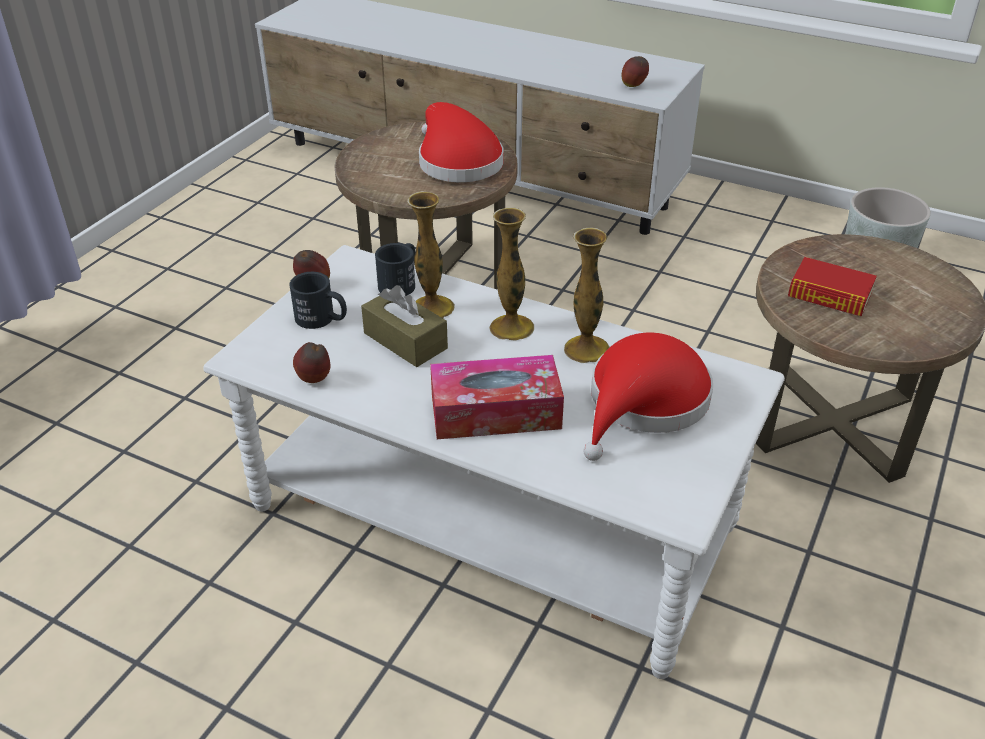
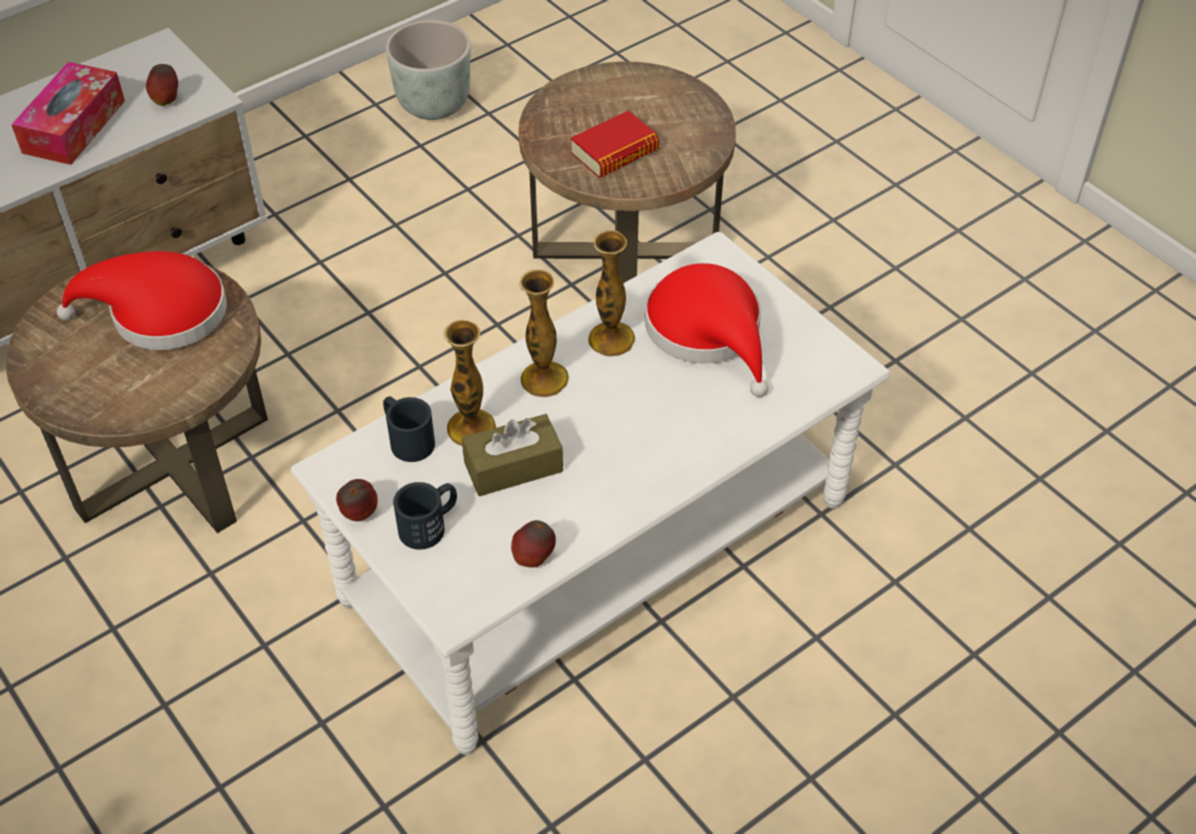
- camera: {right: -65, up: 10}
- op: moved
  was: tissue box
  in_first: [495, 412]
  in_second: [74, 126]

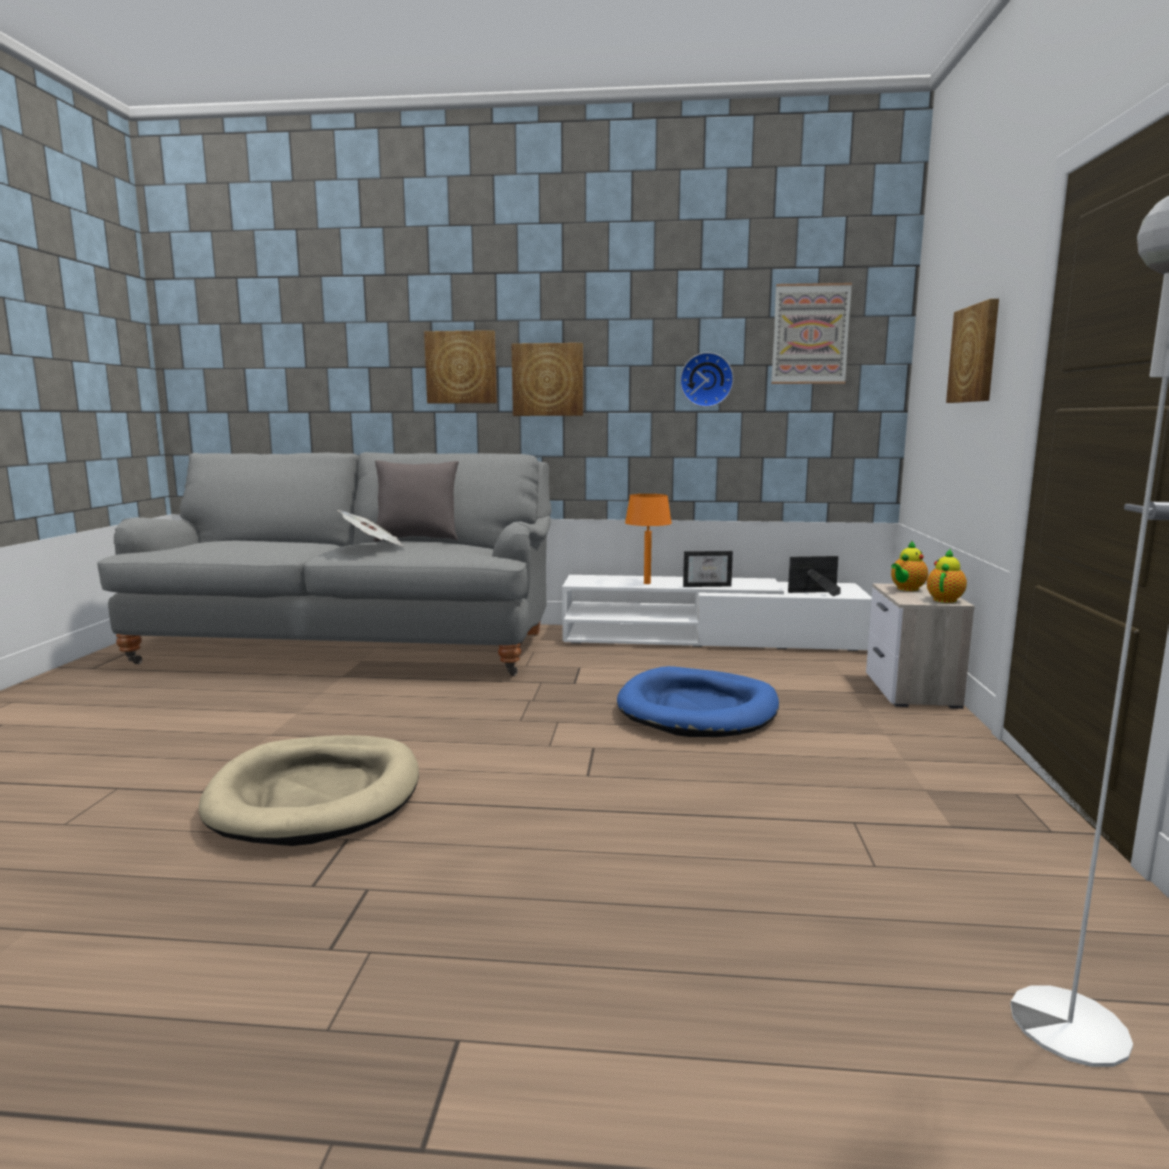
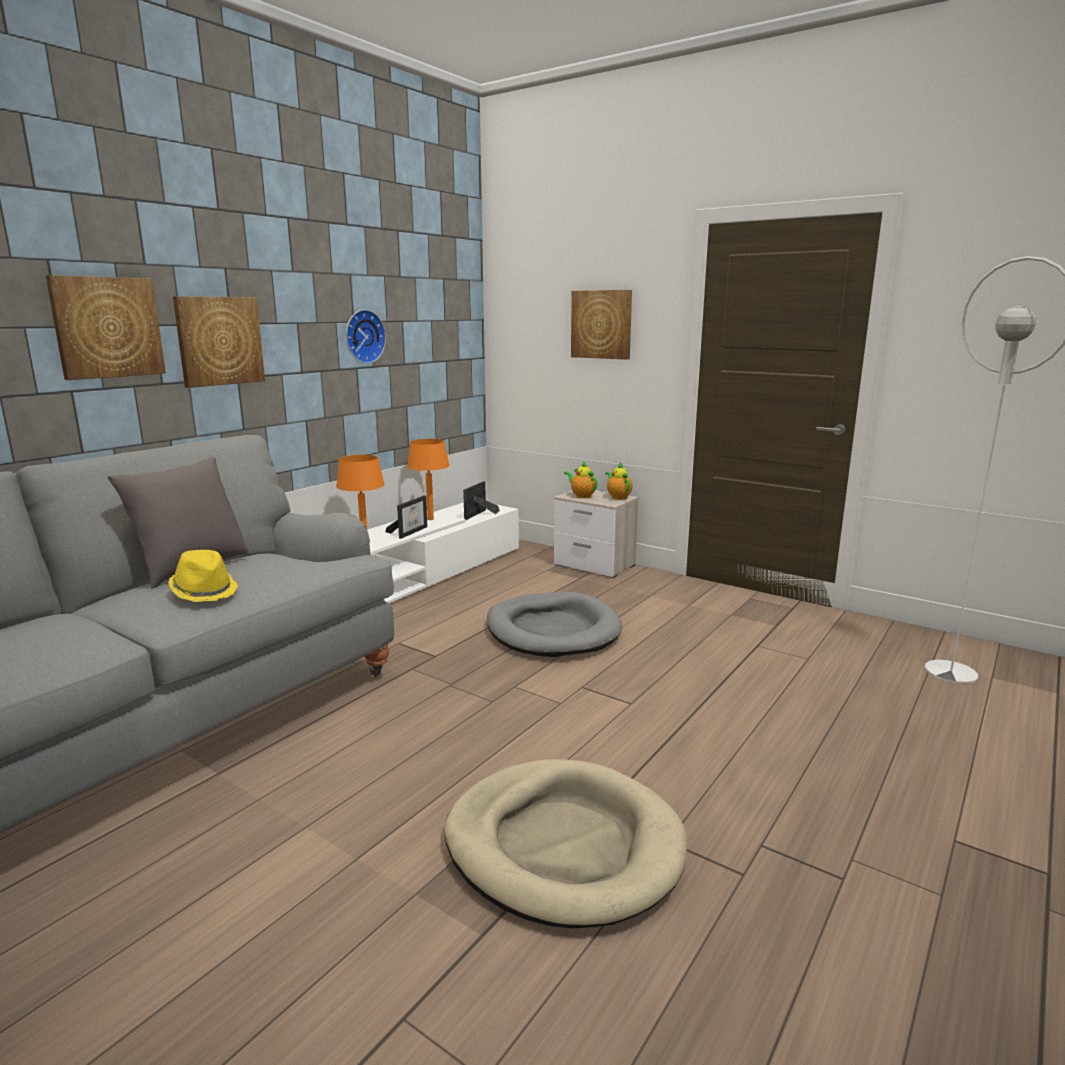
- camera: {right: -60, up: 5}
- op: removed
  was: picture
  in_first: [810, 334]
- op: replaced
  was: newspaper
  now: hat (yellow)
  in_first: [373, 546]
  in_second: [204, 591]
- op: turned
  was: teapot
  in_first: [906, 589]
  in_second: [581, 495]
  clockwise: 150
- op: recoloured
  was: dog bed (blue)
  now: dog bed (grey)
  in_first: [698, 710]
  in_second: [552, 630]
- op: added
  now: table lamp (orange)
  in_second: [431, 519]

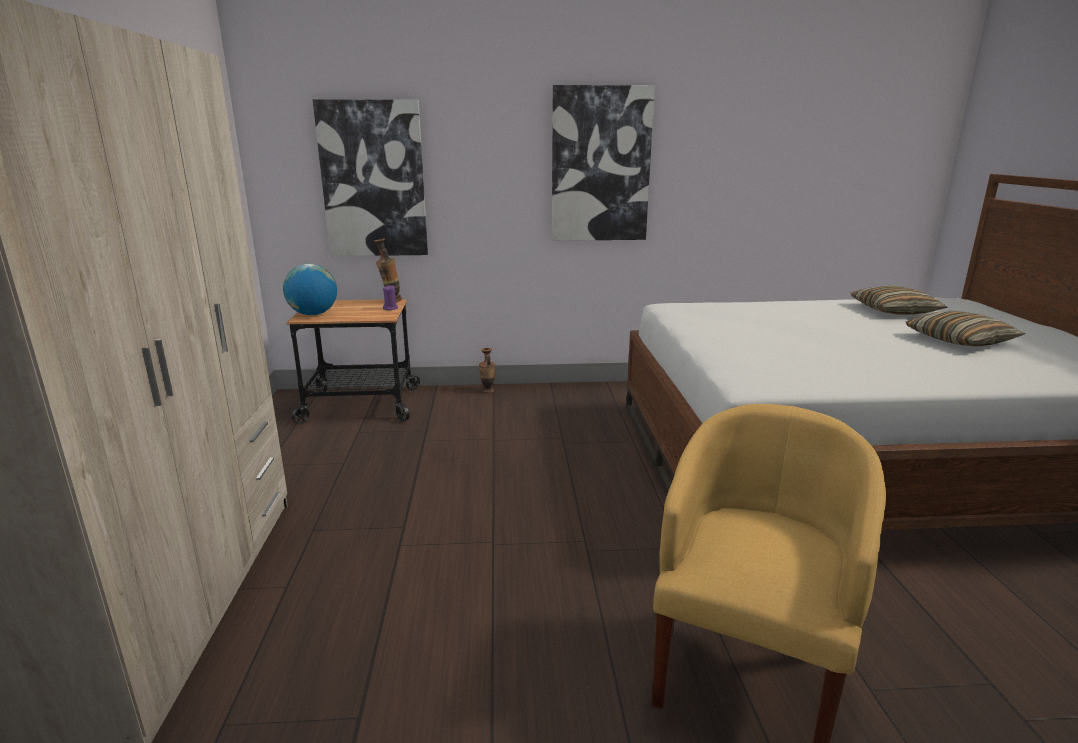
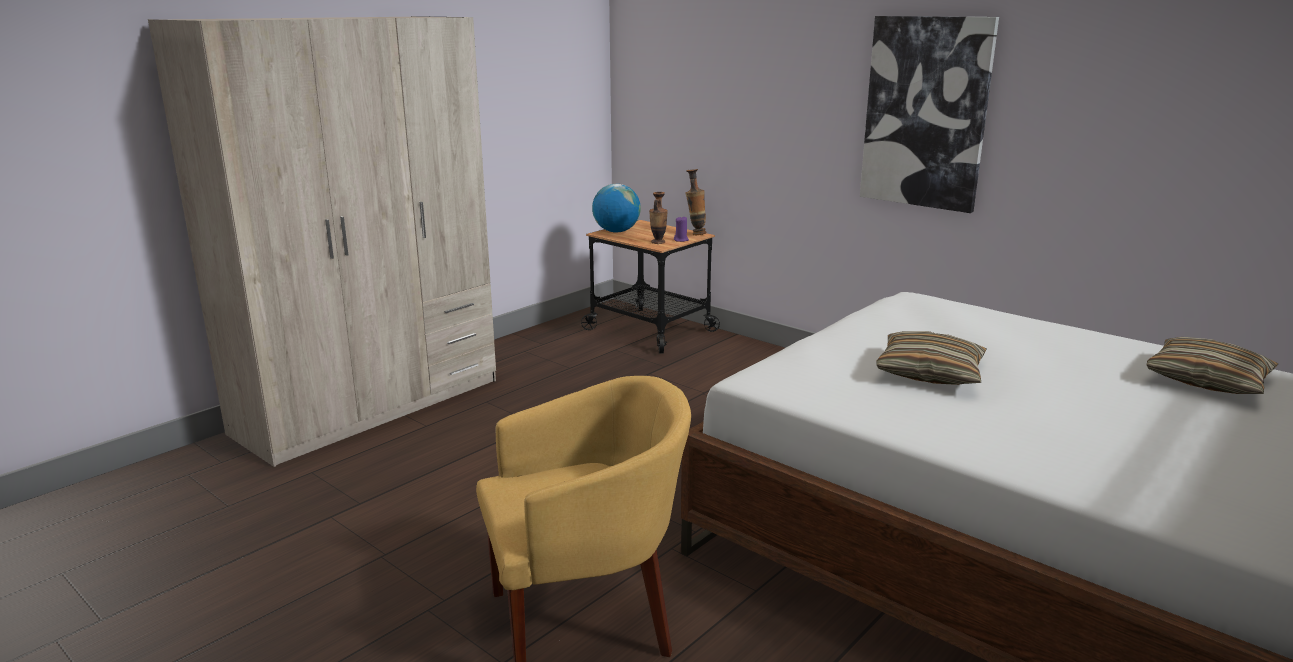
- camera: {right: 45, up: 0}
- op: removed
  was: picture
  in_first: [373, 180]
- op: moved
  was: pillow
  in_first: [959, 341]
  in_second: [929, 373]
- op: moved
  was: vase
  in_first: [487, 391]
  in_second: [658, 242]

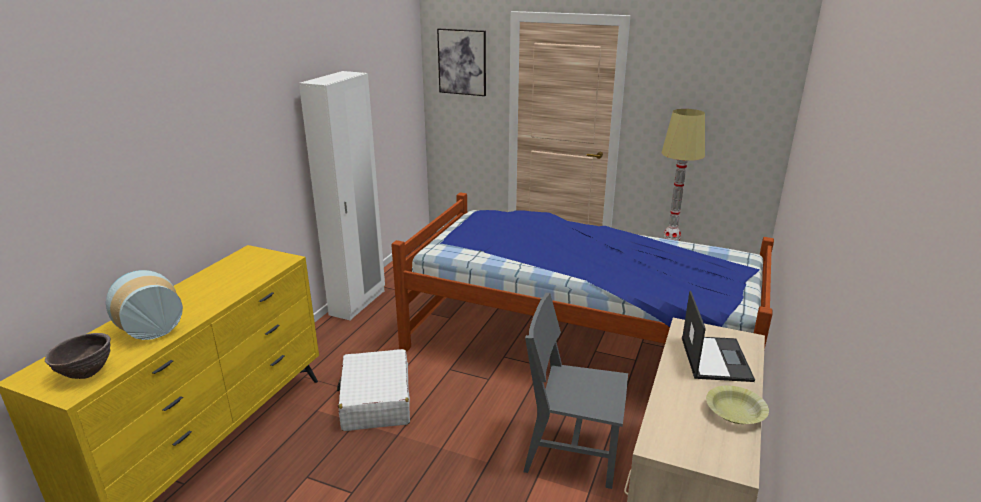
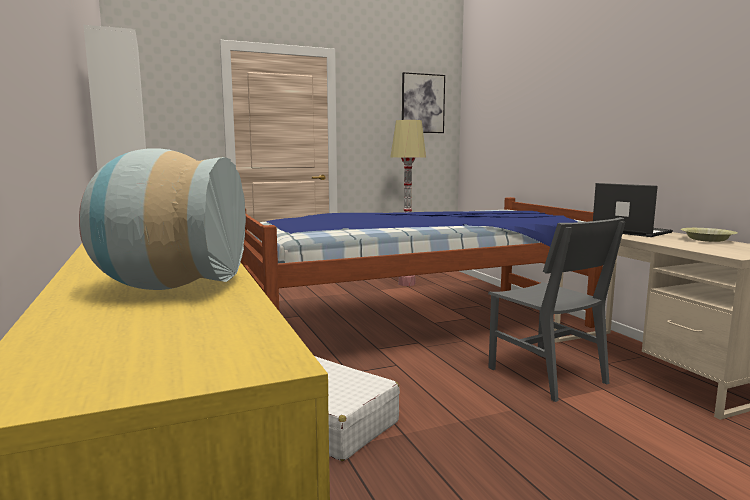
- camera: {right: -45, up: -15}
- op: moved
  was: picture
  in_first: [462, 62]
  in_second: [422, 103]
- op: turned
  was: chair (grey)
  in_first: [572, 453]
  in_second: [546, 375]
  clockwise: -90
- op: removed
  was: bowl (brown)
  in_first: [86, 374]

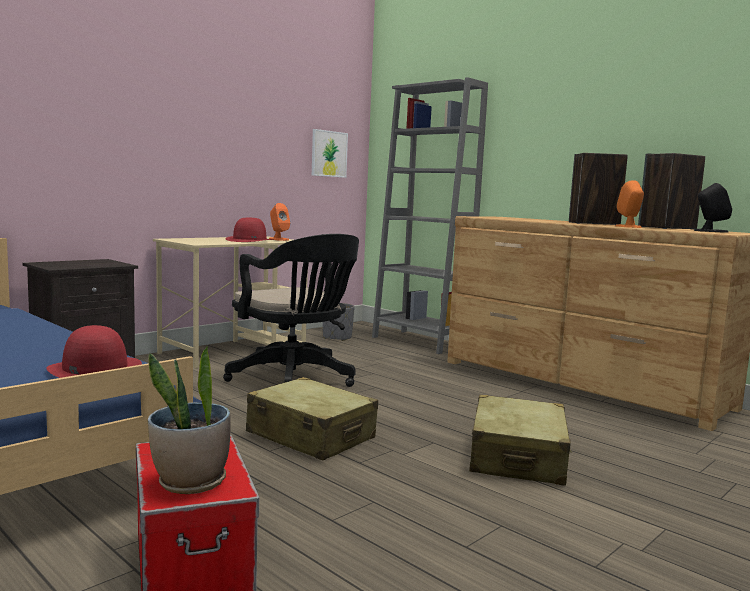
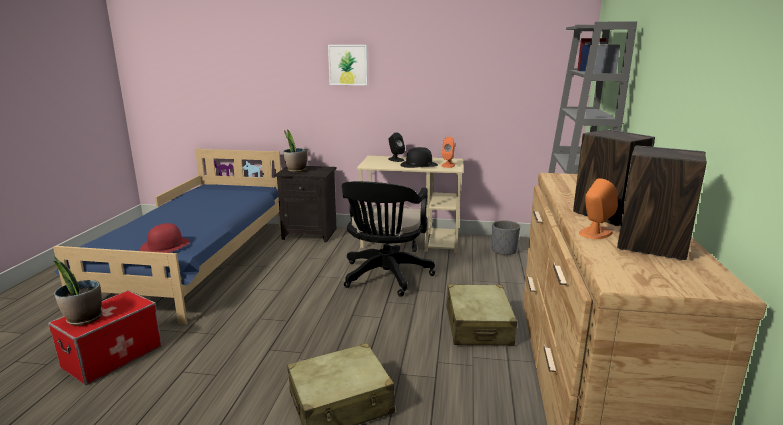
- camera: {right: 55, up: 10}
- op: moved
  was: picture
  in_first: [329, 154]
  in_second: [348, 65]
- op: moved
  was: speaker (black)
  in_first: [710, 231]
  in_second: [396, 159]
- op: recoloured
  was: hat (red)
  now: hat (black)
  in_first: [249, 240]
  in_second: [418, 164]
- op: moved
  was: suitcase (beige)
  in_first: [311, 436]
  in_second: [478, 326]
- op: added
  now: potted plant
  in_second: [296, 170]

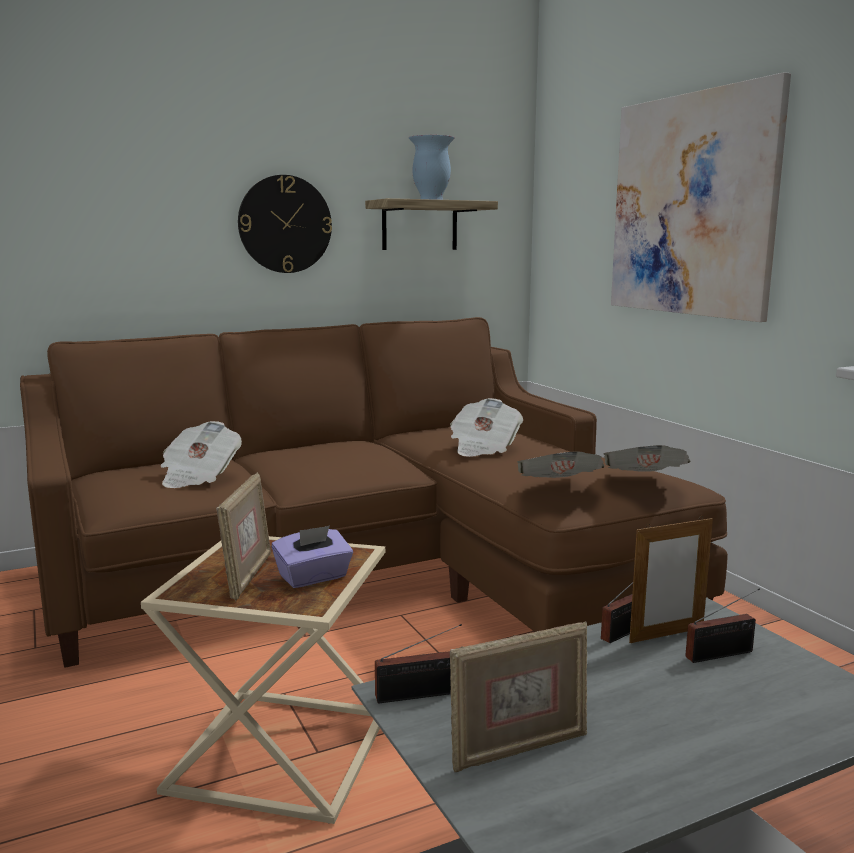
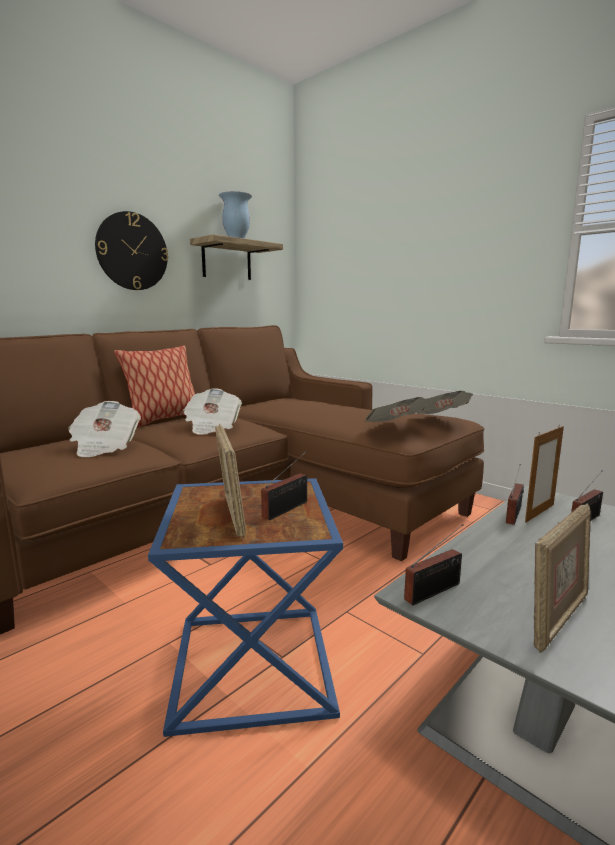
- camera: {right: -20, up: 0}
- op: removed
  was: picture
  in_first: [691, 205]
- op: moved
  was: newspaper
  in_first: [483, 448]
  in_second: [212, 427]
- op: replaced
  was: tissue box (purple)
  now: radio
  in_first: [313, 577]
  in_second: [288, 508]
- op: recoloured
  was: side table (beige)
  now: side table (blue)
  in_first: [279, 750]
  in_second: [249, 663]
- op: added
  now: pillow
  in_second: [164, 420]

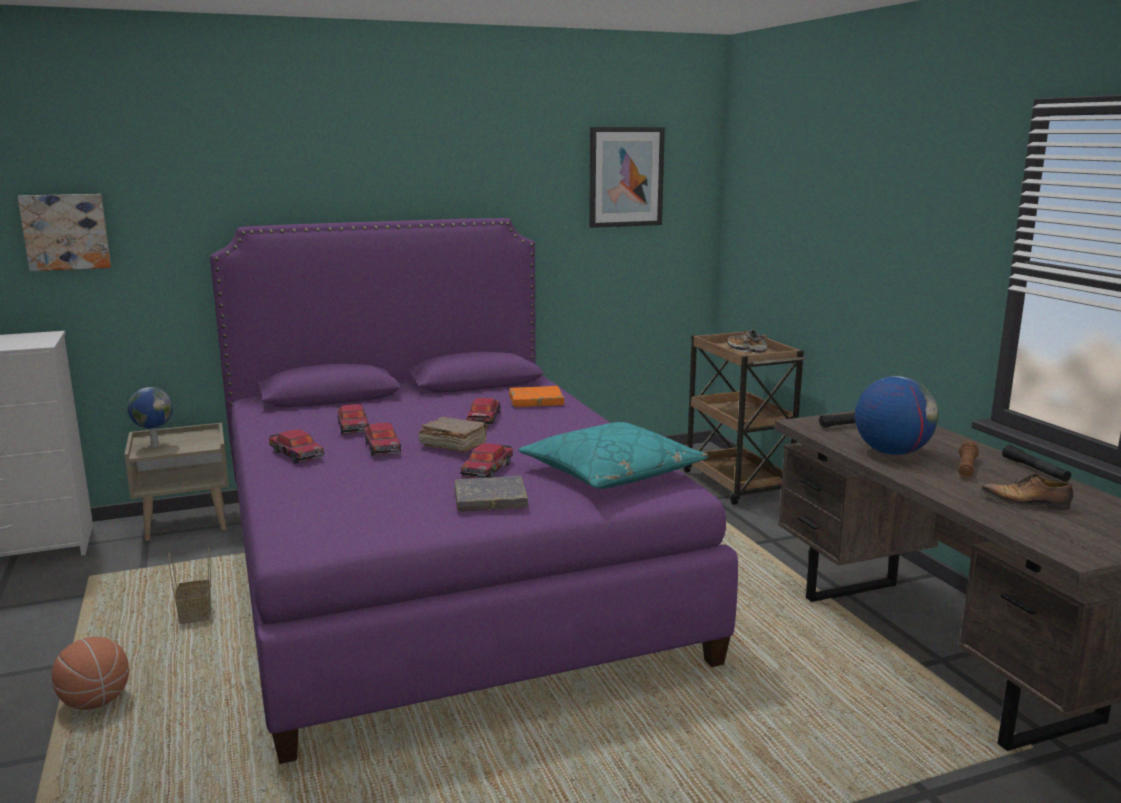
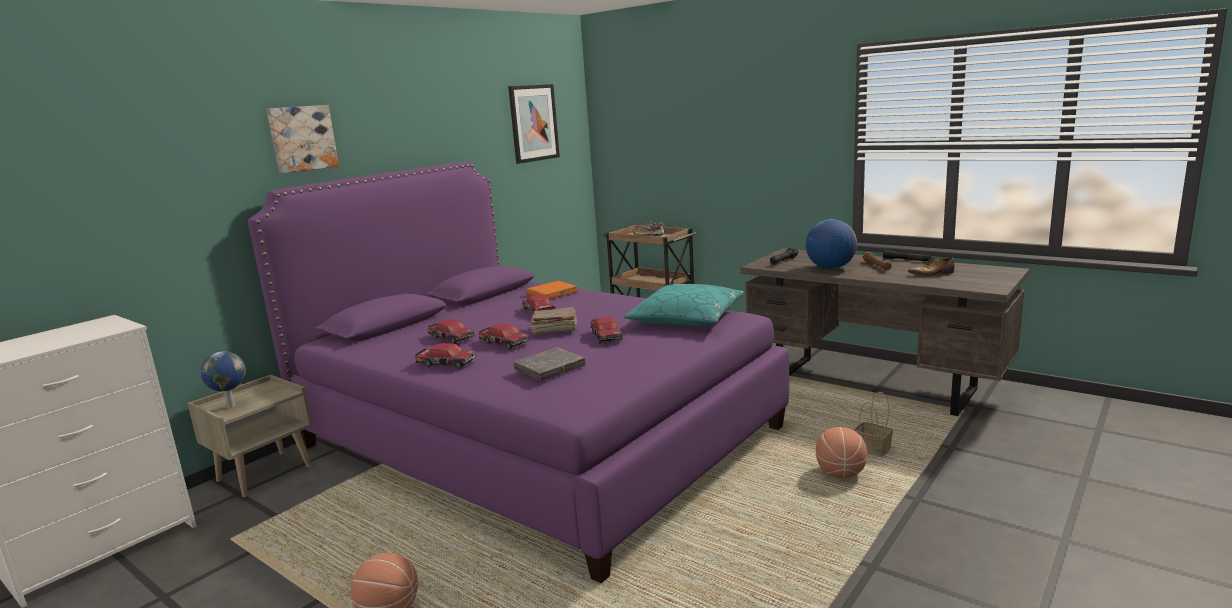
- camera: {right: -30, up: 0}
- op: moved
  was: picture
  in_first: [66, 231]
  in_second: [302, 138]
- op: moved
  was: book (grey)
  in_first: [490, 499]
  in_second: [549, 368]
- op: moved
  was: basket
  in_first: [196, 615]
  in_second: [874, 450]
- op: added
  now: basketball
  in_second: [840, 474]

